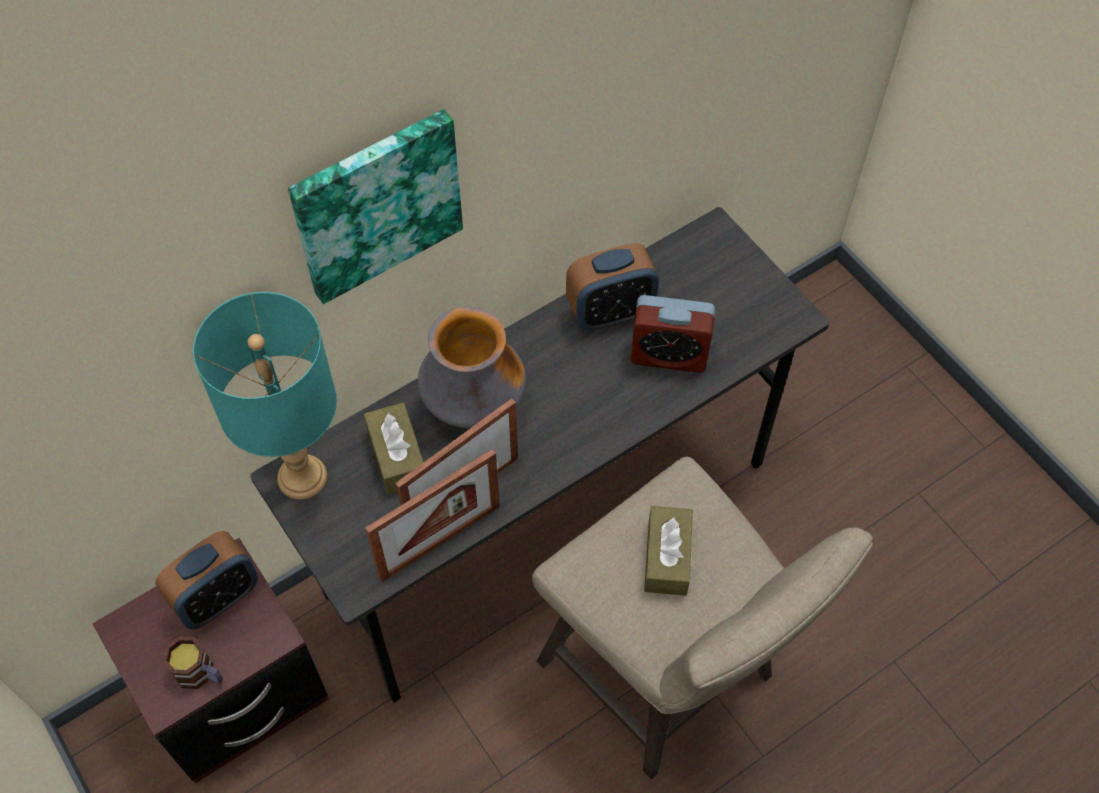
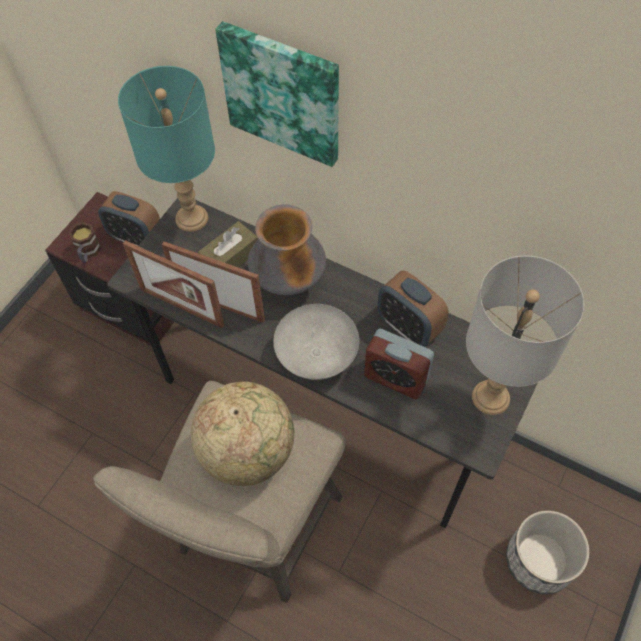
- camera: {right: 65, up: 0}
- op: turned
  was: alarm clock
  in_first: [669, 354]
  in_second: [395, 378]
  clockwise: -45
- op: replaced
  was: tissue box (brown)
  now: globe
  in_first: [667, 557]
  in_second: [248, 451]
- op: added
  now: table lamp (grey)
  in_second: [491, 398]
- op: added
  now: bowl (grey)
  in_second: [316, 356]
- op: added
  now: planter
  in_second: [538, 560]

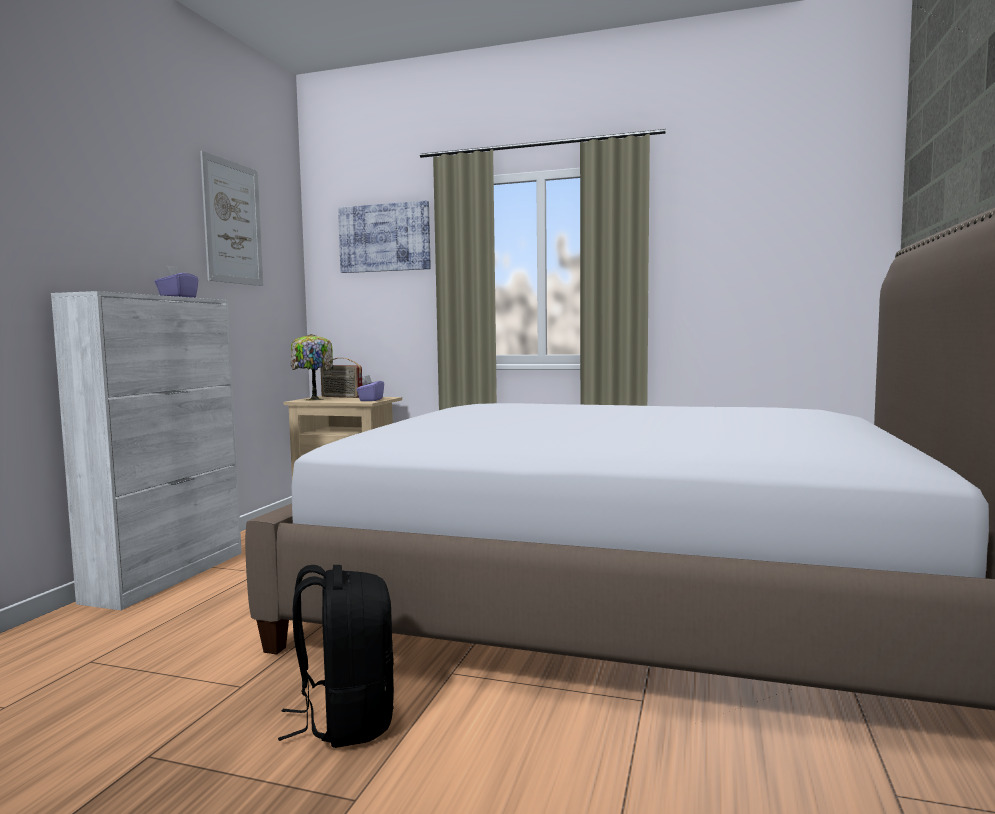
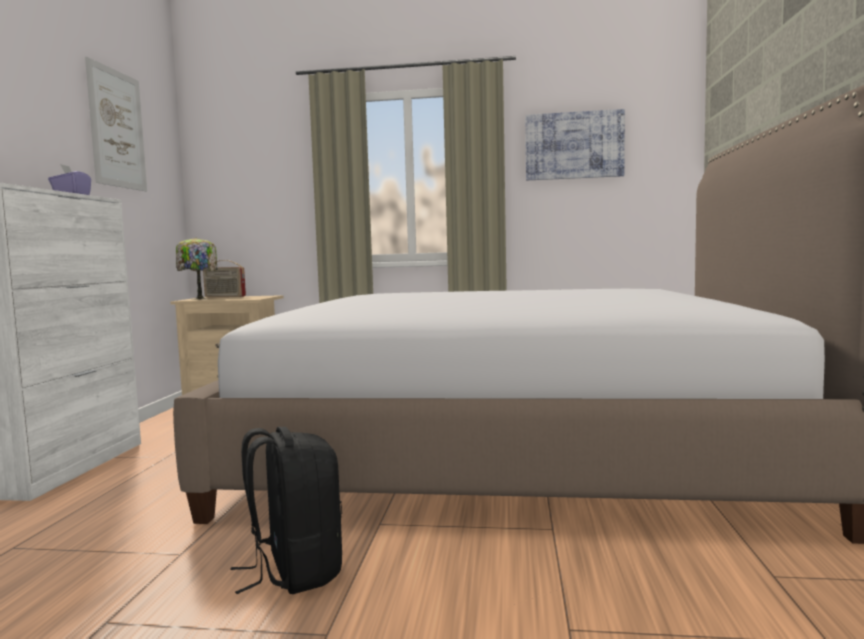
- camera: {right: -10, up: 0}
- op: moved
  was: picture
  in_first: [384, 238]
  in_second: [574, 145]
- op: removed
  was: tissue box (purple)
  in_first: [370, 400]

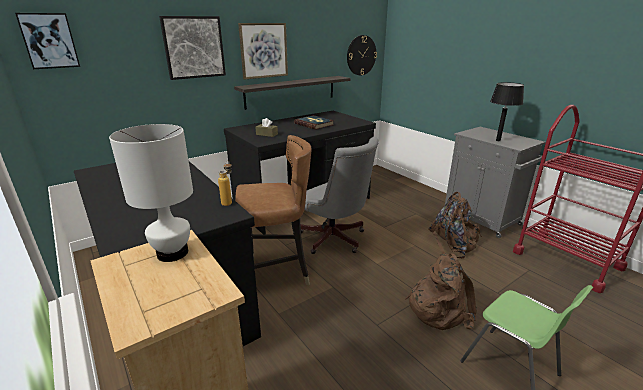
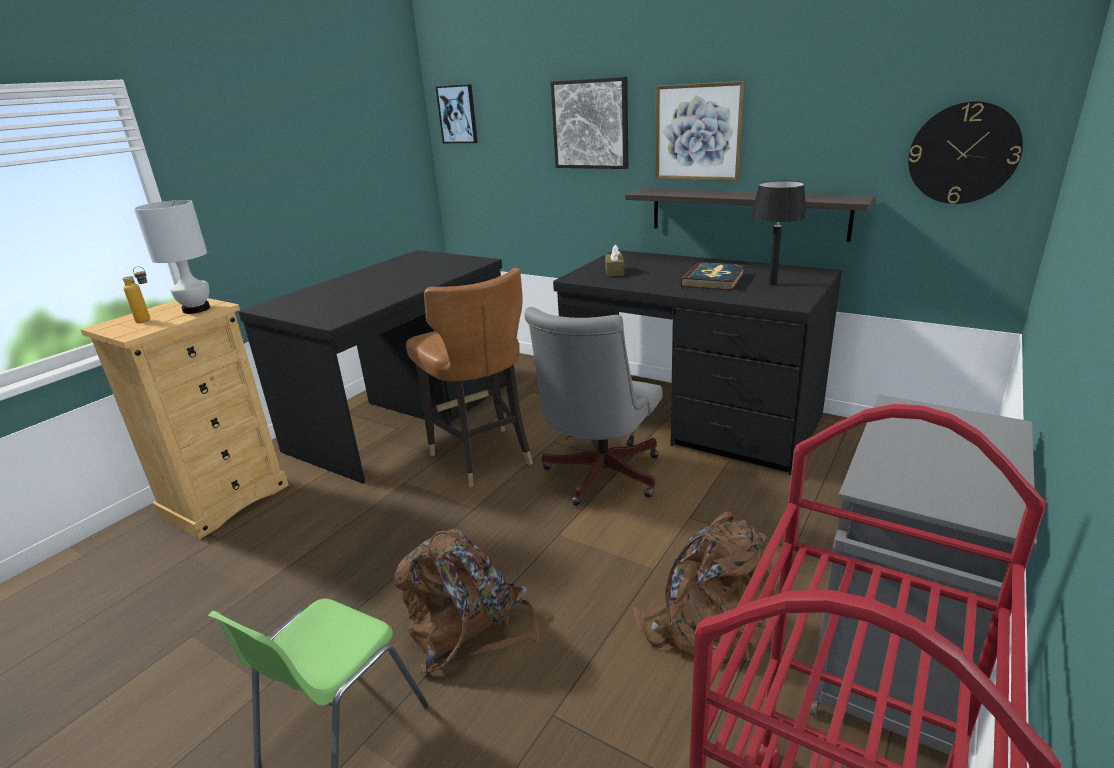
- camera: {right: 70, up: 0}
- op: moved
  was: table lamp (black)
  in_first: [498, 140]
  in_second: [773, 284]
- op: moved
  was: bottle
  in_first: [229, 202]
  in_second: [149, 320]

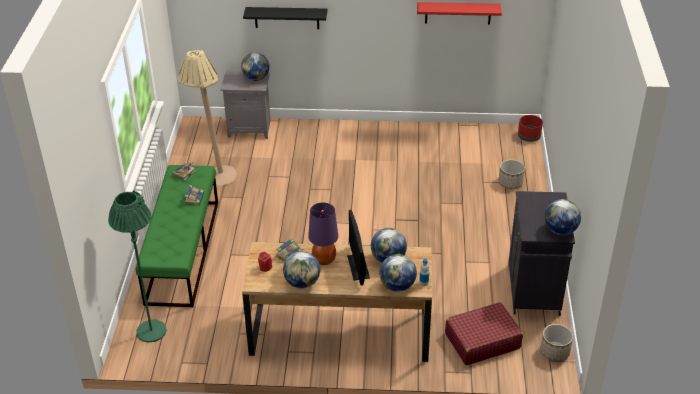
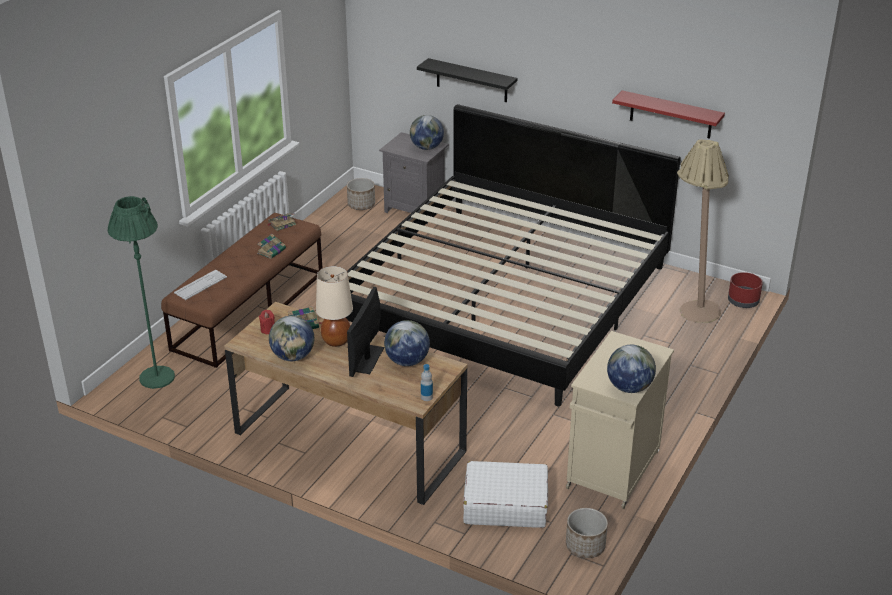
- camera: {right: 25, up: -5}
- op: moved
  was: floor lamp (beige)
  in_first: [214, 175]
  in_second: [692, 308]
- op: moved
  was: planter
  in_first: [510, 183]
  in_second: [361, 205]
- op: recoloured
  was: bench (green)
  now: bench (brown)
  in_first: [183, 251]
  in_second: [249, 310]
- op: recoloured
  was: cabinet (black)
  now: cabinet (beige)
  in_first: [533, 291]
  in_second: [612, 471]
- op: recoloured
  was: table lamp (purple)
  now: table lamp (beige)
  in_first: [324, 259]
  in_second: [336, 341]
- op: removed
  was: globe
  in_first: [397, 286]
- op: recoloured
  was: suitcase (red)
  now: suitcase (white)
  in_first: [482, 341]
  in_second: [505, 504]
- op: added
  now: bed
  in_second: [504, 297]
- op: added
  now: keyboard
  in_second: [200, 285]

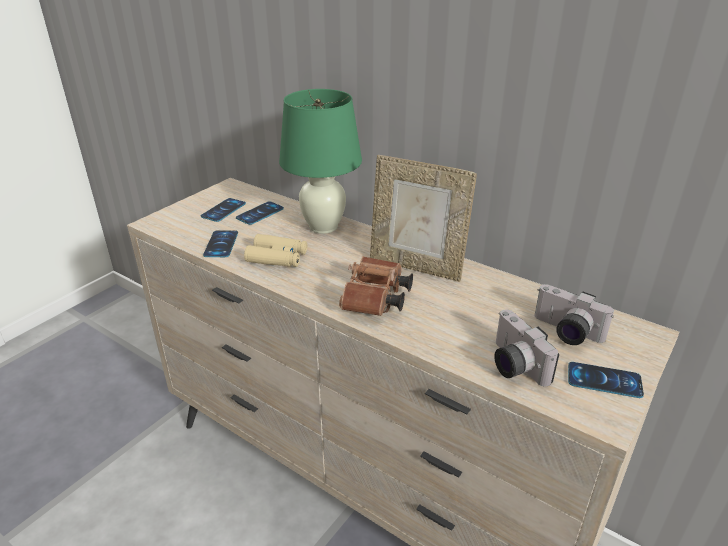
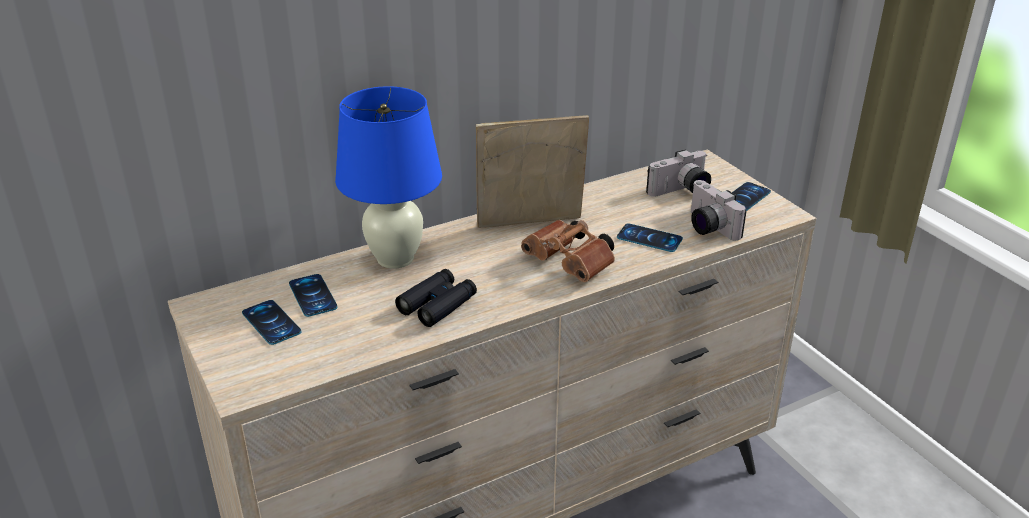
- camera: {right: -65, up: 0}
- op: recoloured
  was: table lamp (green)
  now: table lamp (blue)
  in_first: [323, 226]
  in_second: [395, 259]
- op: turned
  was: picture frame
  in_first: [417, 266]
  in_second: [530, 226]
  clockwise: -150
- op: moved
  was: phone
  in_first: [221, 244]
  in_second: [649, 238]
- op: recoloured
  was: binoculars (beige)
  now: binoculars (black)
  in_first: [277, 257]
  in_second: [437, 304]
- op: turned
  was: photo camera
  in_first: [512, 365]
  in_second: [707, 227]
  clockwise: 60

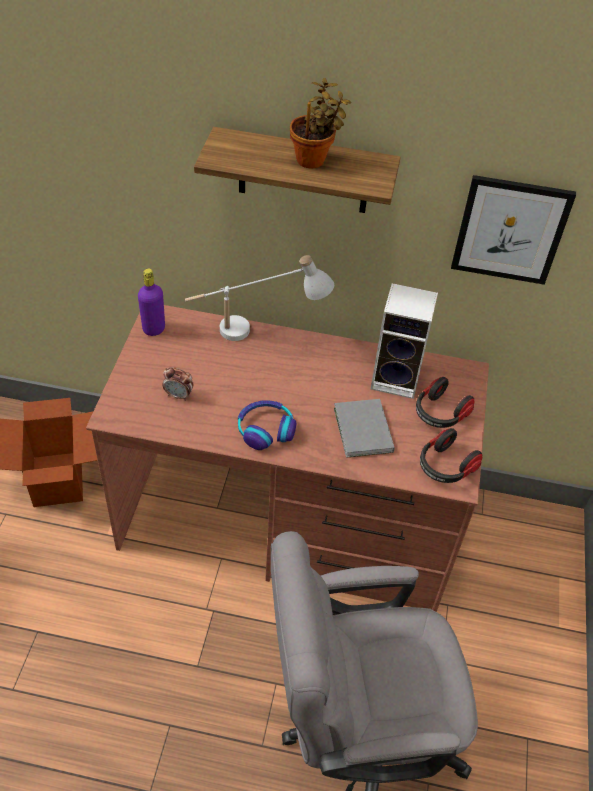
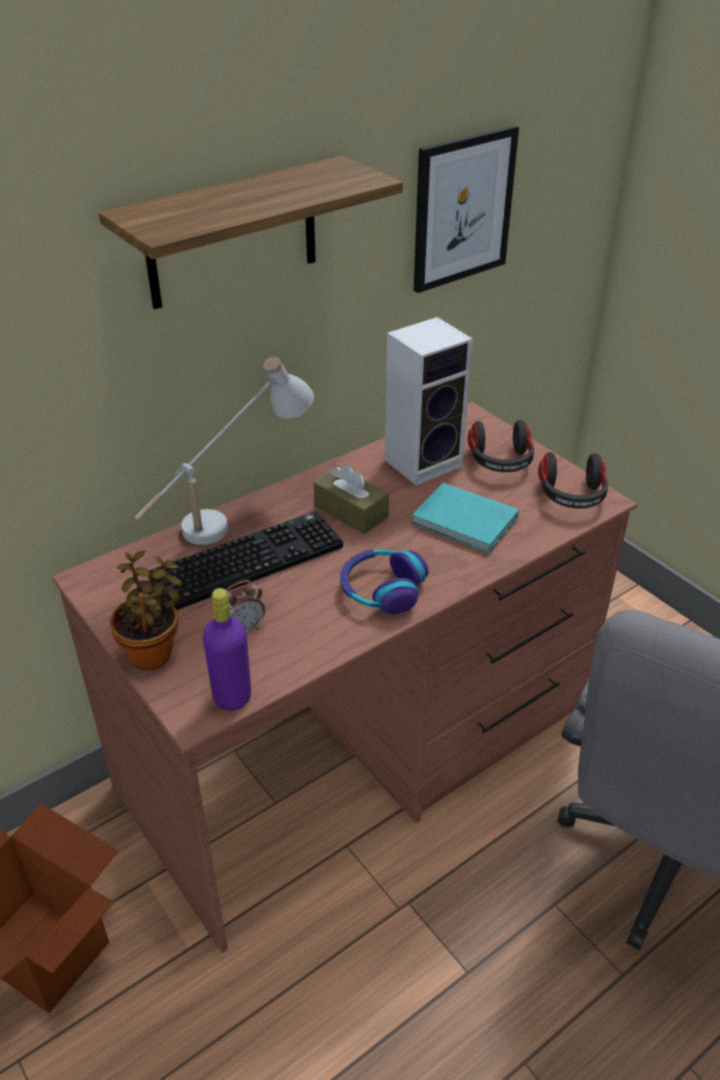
- camera: {right: -45, up: -10}
- op: moved
  was: potted plant
  in_first: [314, 159]
  in_second: [153, 652]
- op: moved
  was: bottle (purple)
  in_first: [154, 329]
  in_second: [232, 696]
- op: recoloured
  was: book (grey)
  now: book (turquoise)
  in_first: [362, 431]
  in_second: [466, 522]
- op: added
  now: tissue box (brown)
  in_second: [351, 512]
- op: added
  now: keyboard
  in_second: [248, 559]

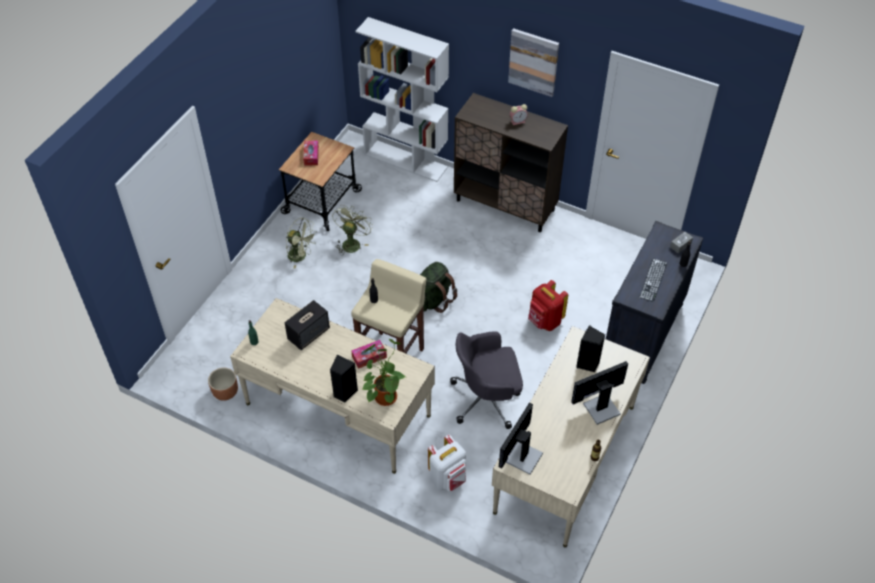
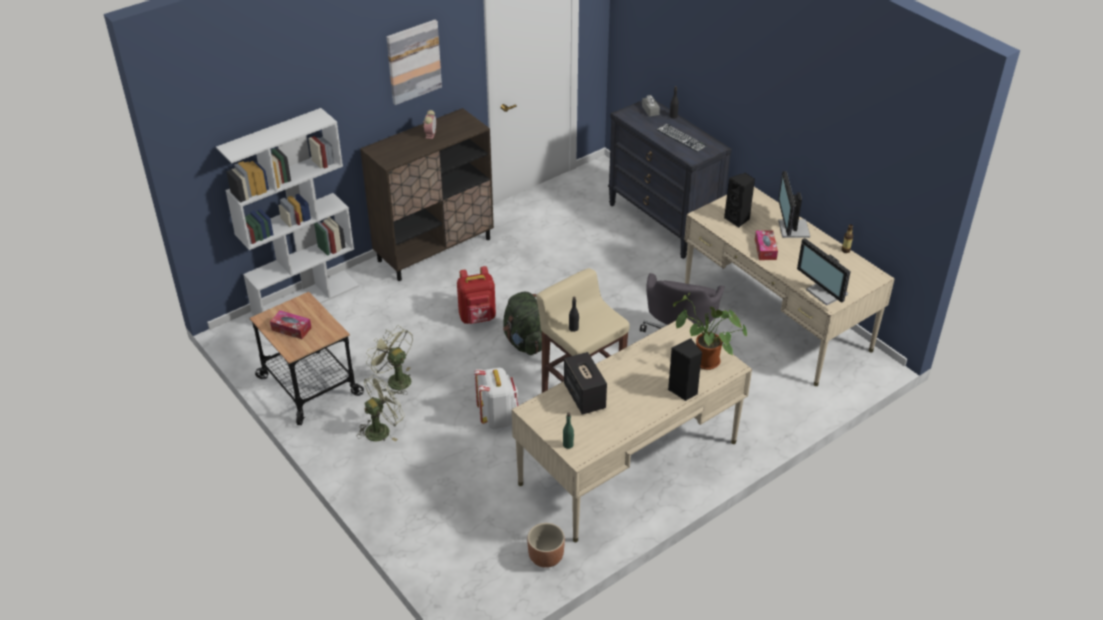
- camera: {right: -65, up: -10}
- op: moved
  was: backpack (red)
  in_first: [544, 321]
  in_second: [477, 318]
- op: moved
  was: tissue box
  in_first: [369, 357]
  in_second: [765, 249]
- op: moved
  was: backpack (white)
  in_first: [448, 478]
  in_second: [498, 417]

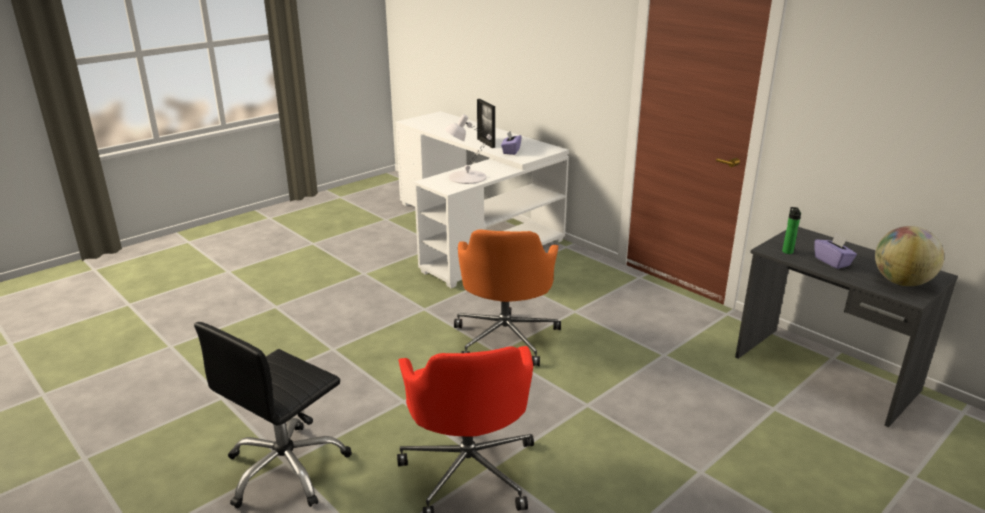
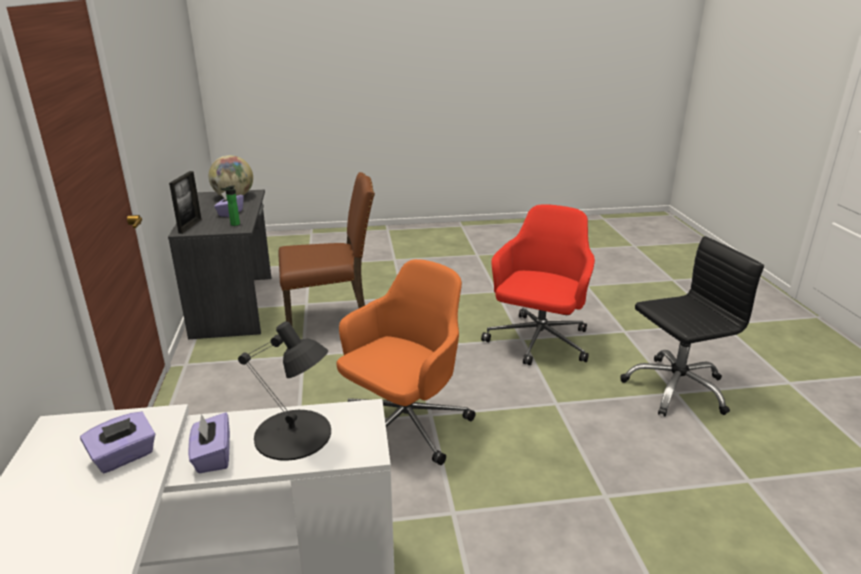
- camera: {right: -145, up: 0}
- op: moved
  was: picture frame
  in_first: [486, 143]
  in_second: [190, 226]
- op: recoloured
  was: table lamp (white)
  now: table lamp (black)
  in_first: [466, 177]
  in_second: [294, 435]
- op: added
  now: chair (brown)
  in_second: [330, 323]
- op: added
  now: tissue box (purple)
  in_second: [212, 456]

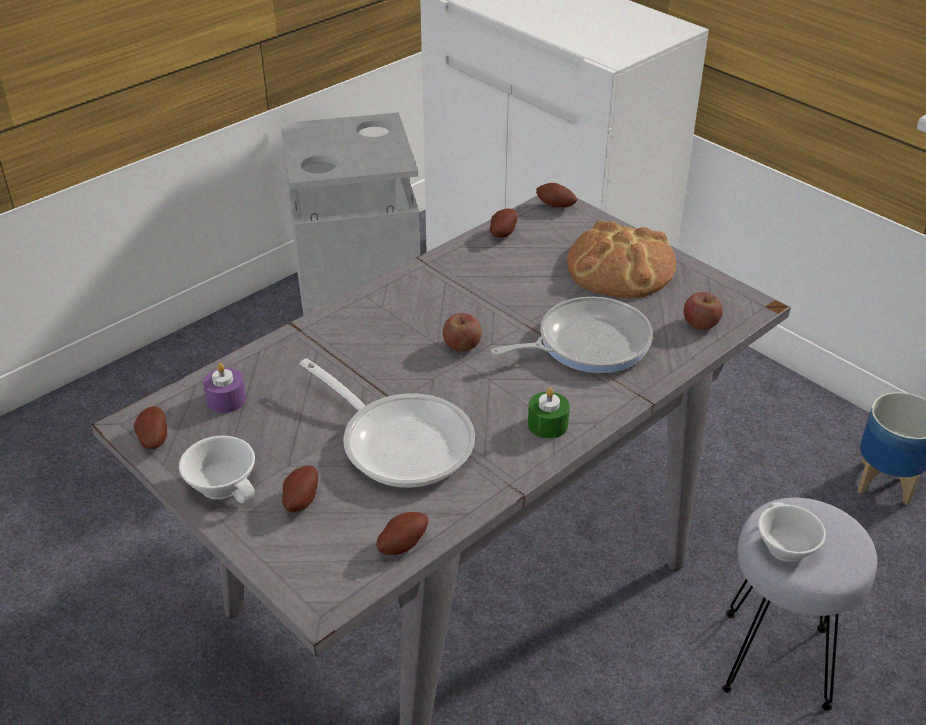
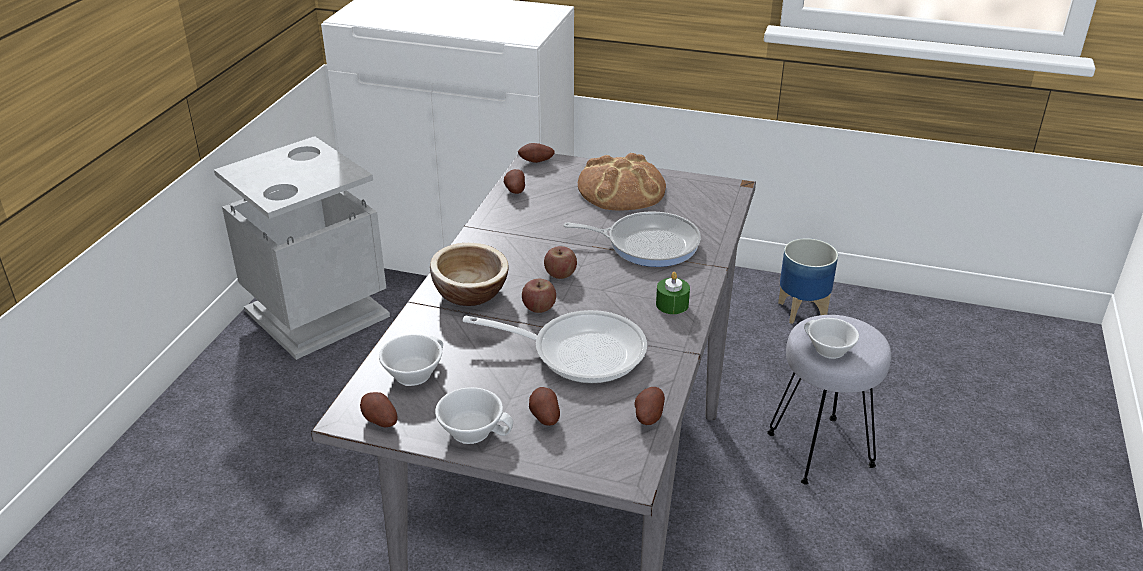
- camera: {right: -30, up: -5}
- op: moved
  was: apple
  in_first: [700, 323]
  in_second: [539, 307]
- op: turned
  was: frying pan
  in_first: [587, 343]
  in_second: [647, 244]
  clockwise: 60
- op: replaced
  was: candle (purple)
  now: cup (white)
  in_first: [226, 399]
  in_second: [412, 372]
- op: added
  now: bowl
  in_second: [470, 293]

